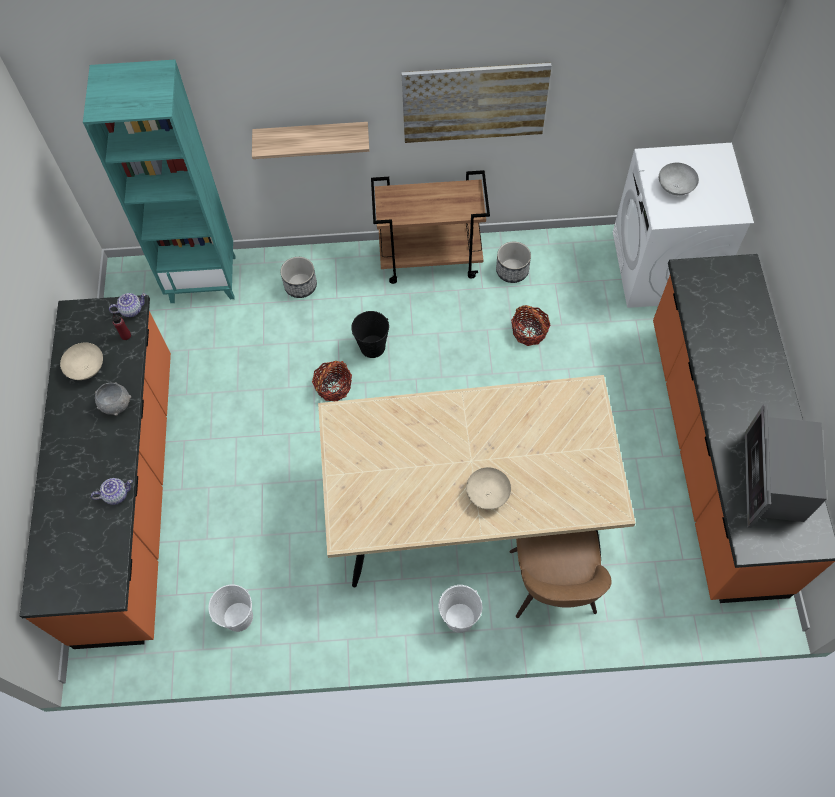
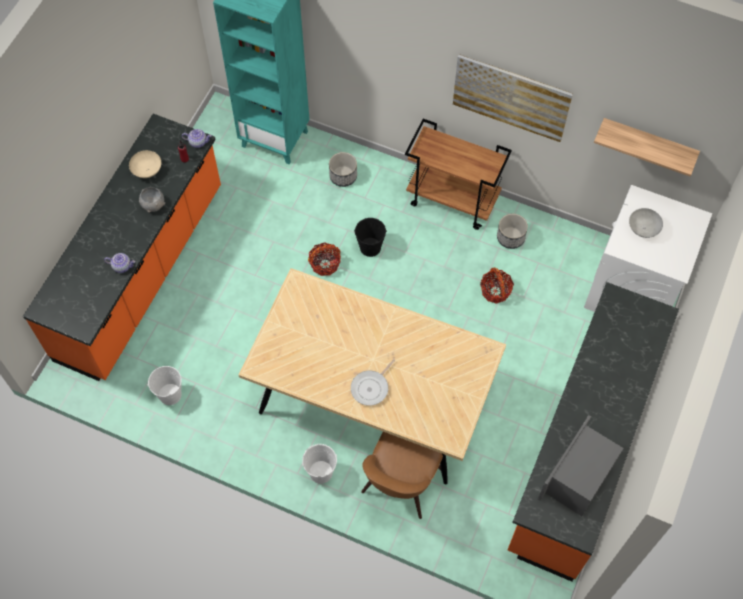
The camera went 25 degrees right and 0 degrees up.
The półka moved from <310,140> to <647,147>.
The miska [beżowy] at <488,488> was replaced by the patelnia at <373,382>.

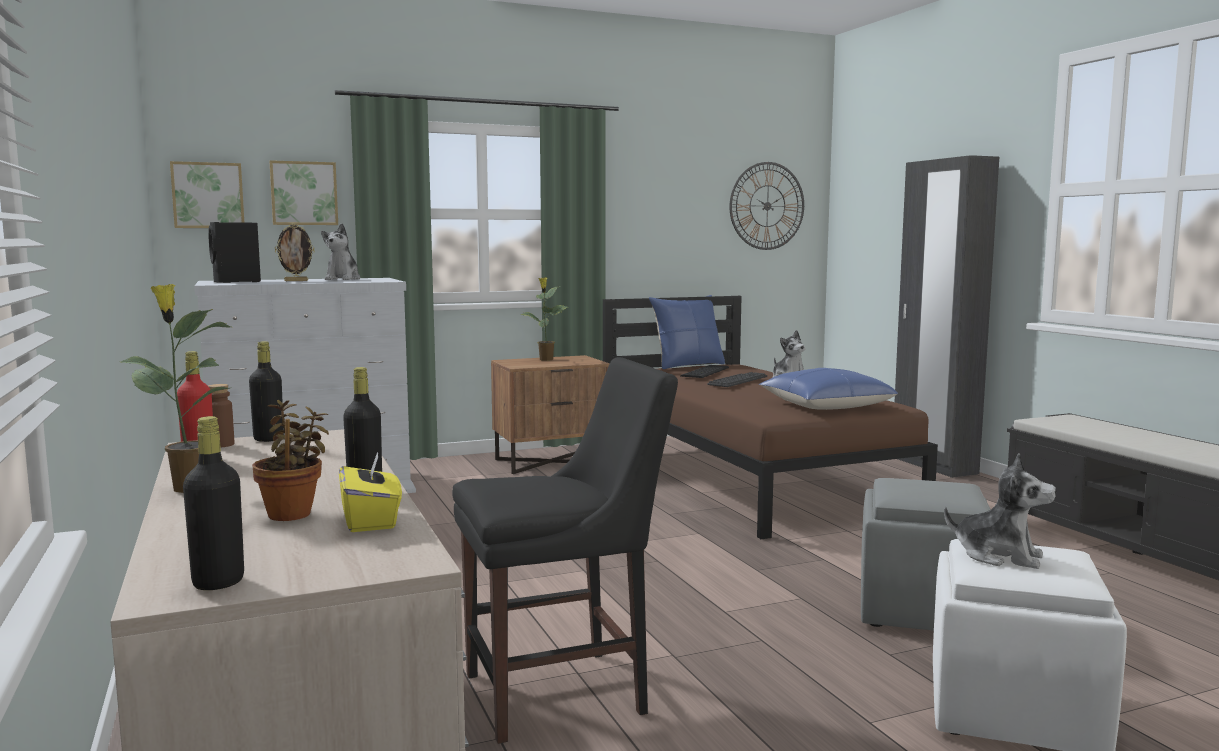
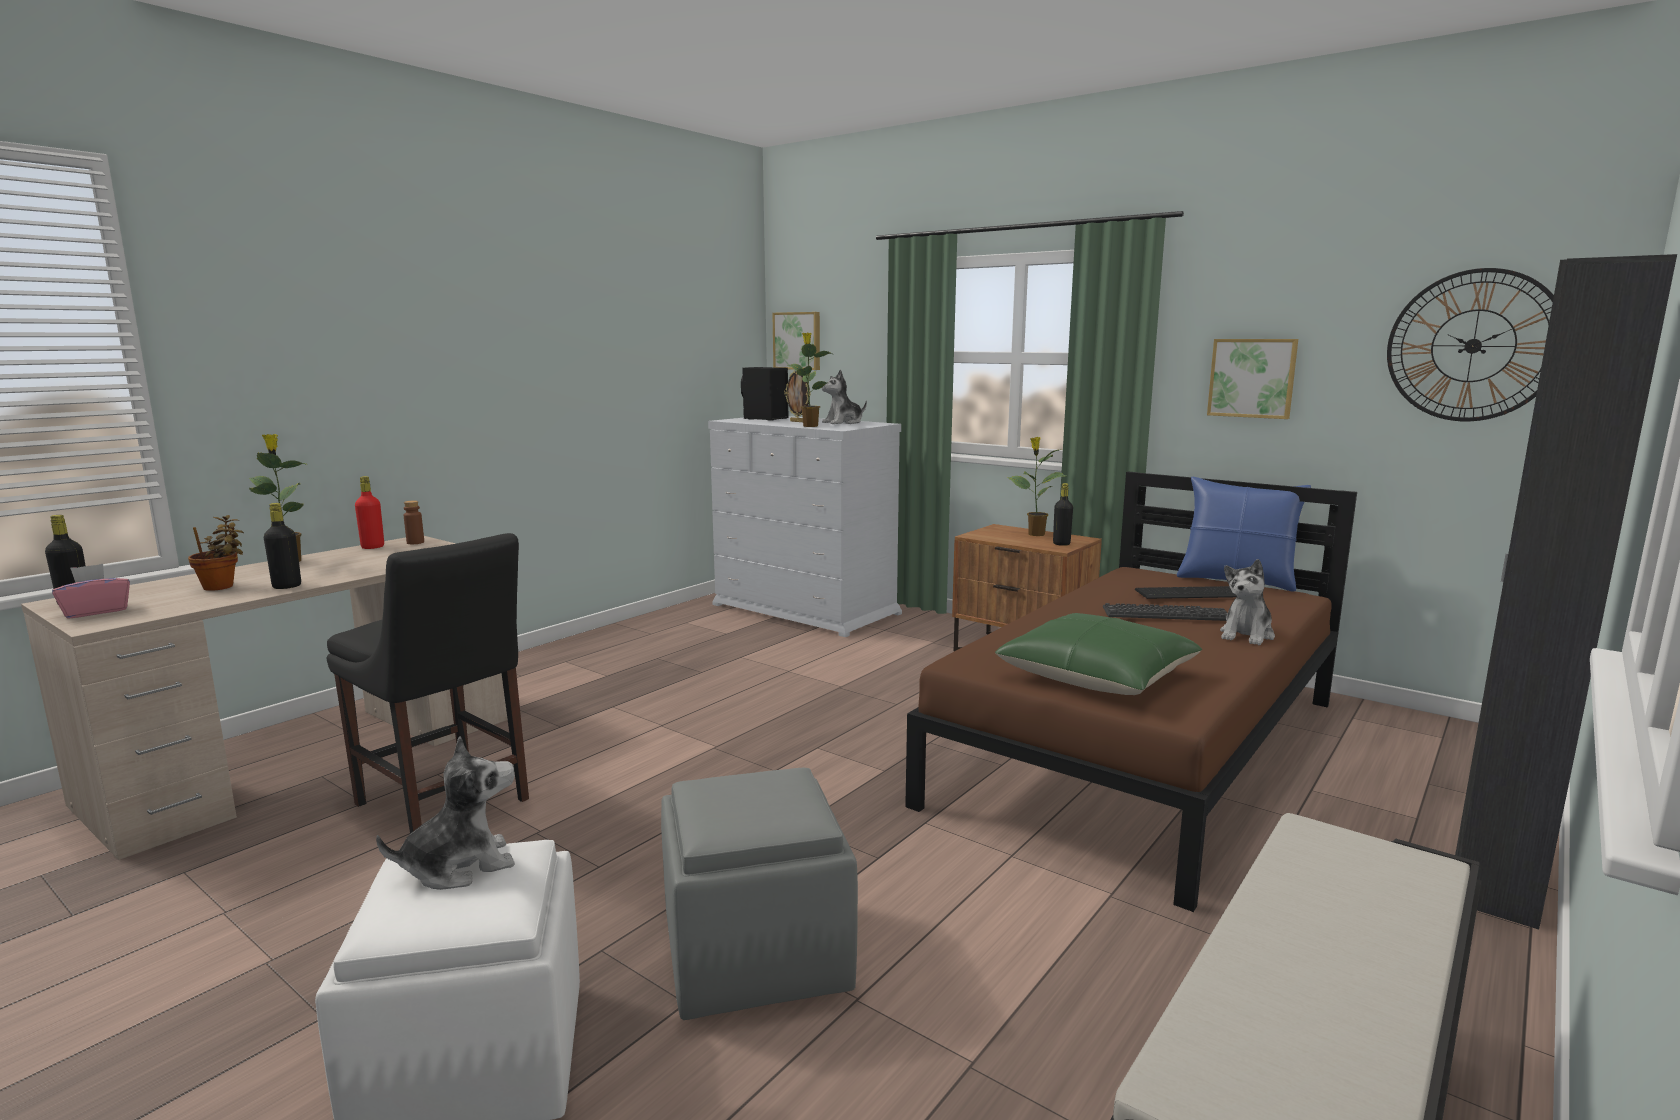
The camera went 60 degrees right and 5 degrees up.
The pudełko chusteczek [żółty] at <370,490> disappeared.
The pudełko chusteczek [różowy] at <91,591> appeared.
The roślina doniczkowa at <810,379> appeared.
The butelka [czarny] moved from <266,391> to <1063,514>.
The obraz moved from <303,192> to <1252,379>.
The poduszka [niebieski] at <828,389> became the poduszka [zielony] at <1098,654>.
The pluszak at <1000,511> turned 120 degrees counterclockwise.

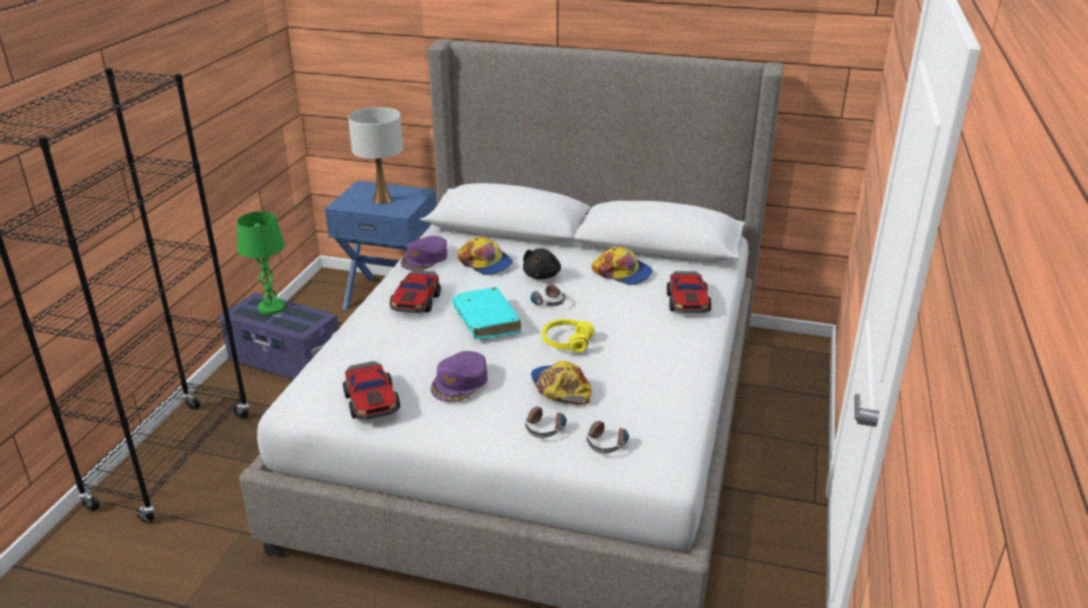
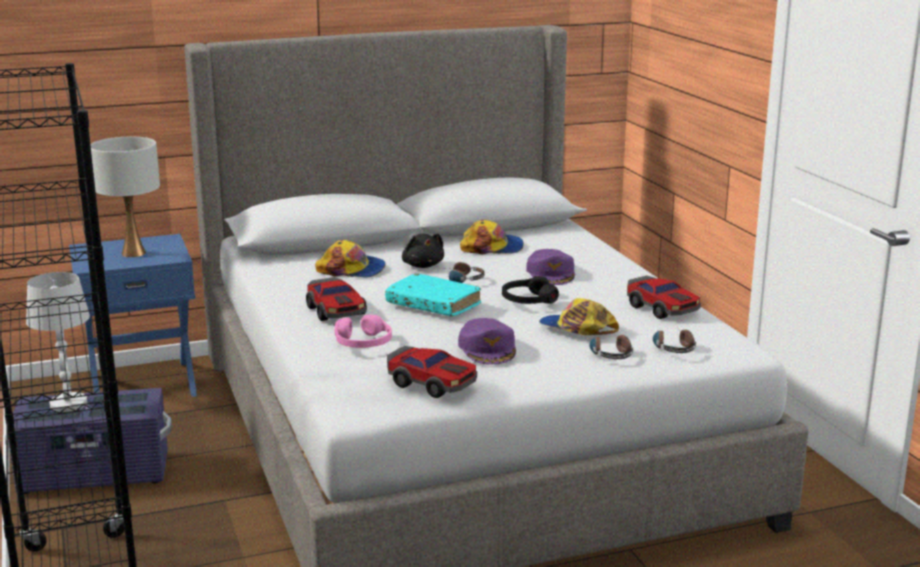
The camera went 35 degrees left and 10 degrees down.
The słuchawki [różowy] at <363,331> appeared.
The czapka z daszkiem [fioletowy] moved from <424,253> to <550,267>.
The samochodzik moved from <689,292> to <664,297>.
The lampa stołowa [zielony] at <261,263> became the lampa stołowa [biały] at <58,342>.
The słuchawki [żółty] at <568,335> became the słuchawki [czarny] at <530,290>.

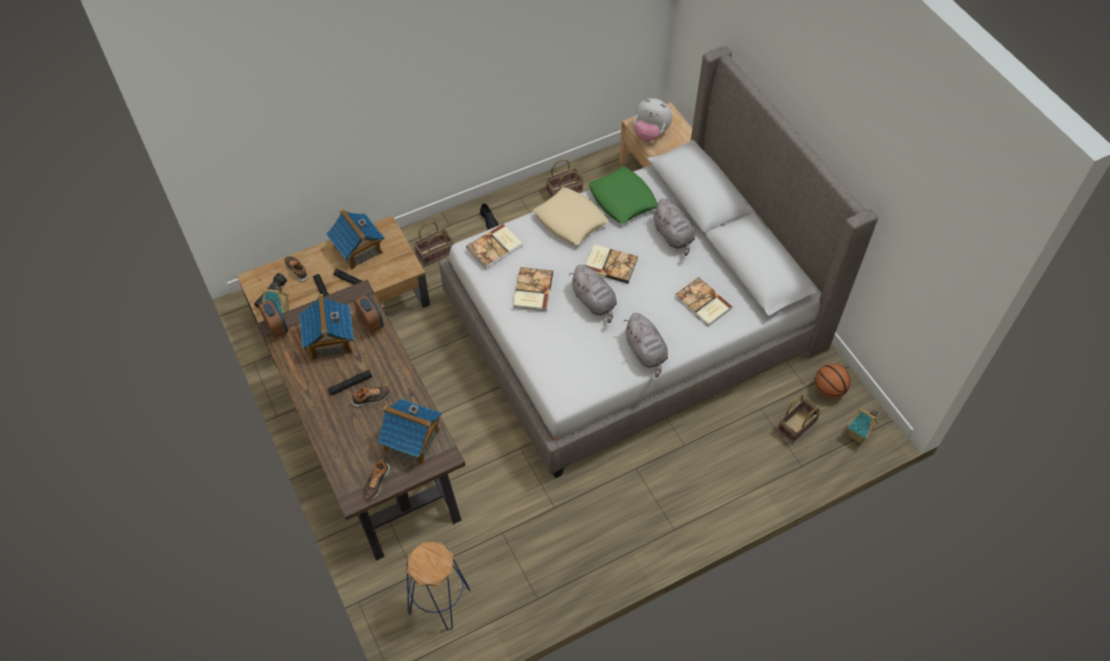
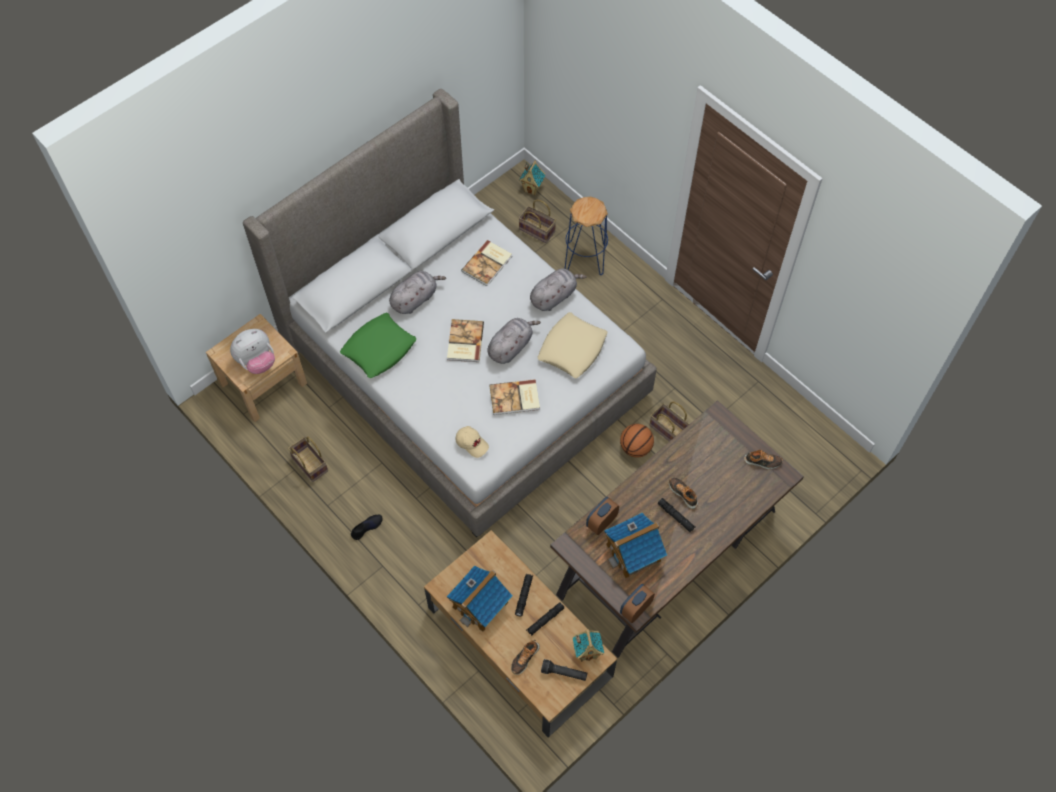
The camera went 105 degrees left and 5 degrees up.
The domek at <409,432> disappeared.
The stołek [niebieski] moved from <438,586> to <586,236>.
The koszyk moved from <434,244> to <670,422>.
The poduszka [beżowy] moved from <571,216> to <572,345>.
The piłka do koszykówki moved from <833,380> to <637,440>.
The książka at <494,246> was replaced by the czapka z daszkiem [beżowy] at <472,442>.
The pluszak at <652,119> turned 45 degrees clockwise.

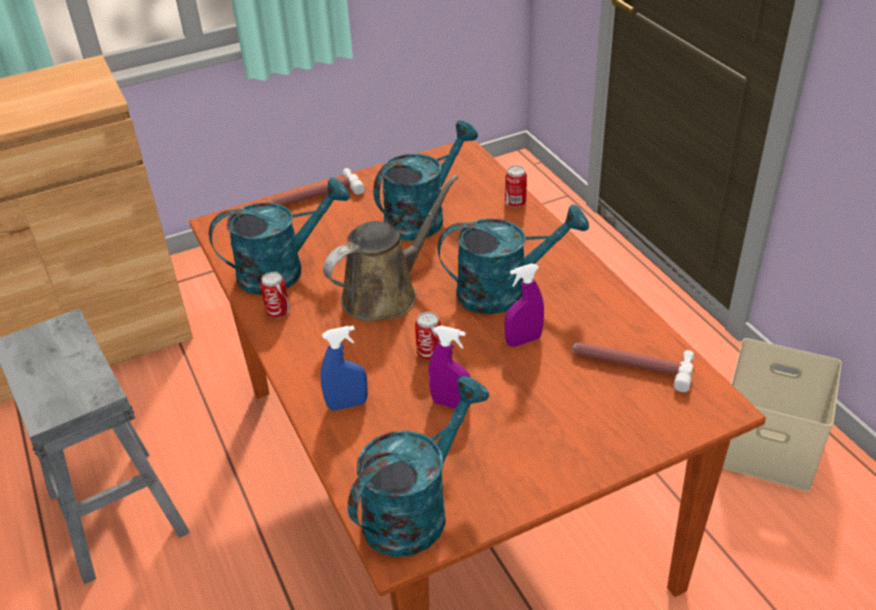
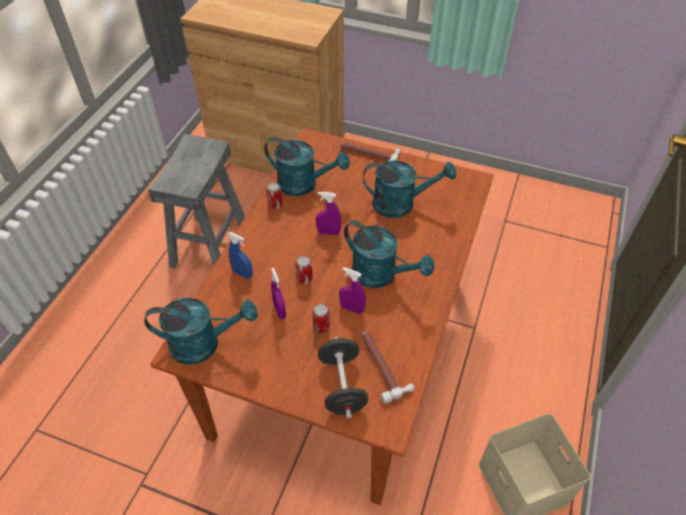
The camera went 45 degrees right and 10 degrees up.
The hantel [czarny] at <343,377> appeared.
The puszka moved from <516,186> to <321,318>.
The konewka [brązowy] at <390,248> was replaced by the spryskiwacz [fioletowy] at <328,213>.

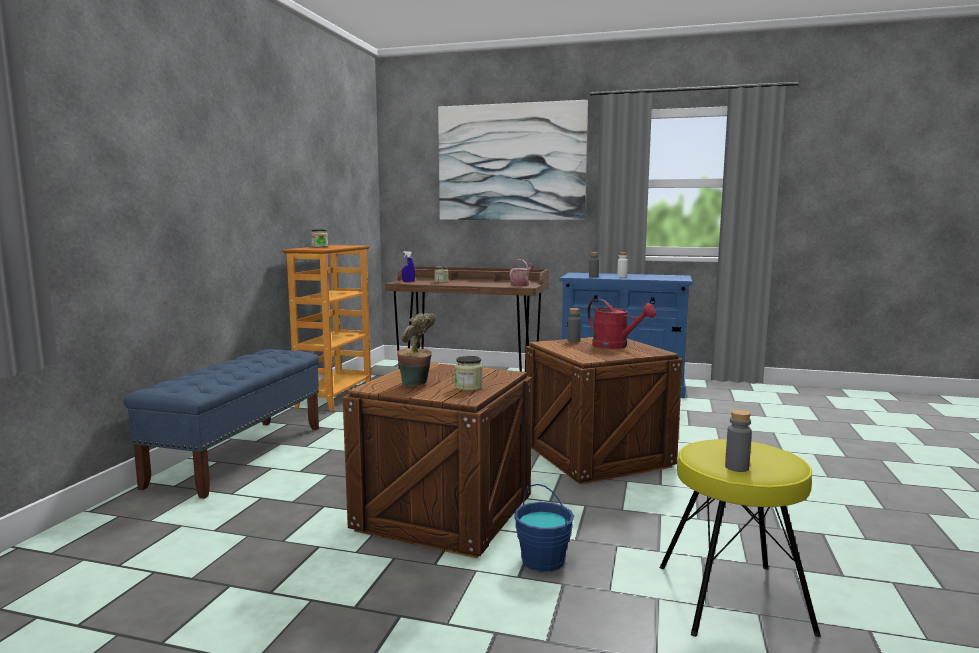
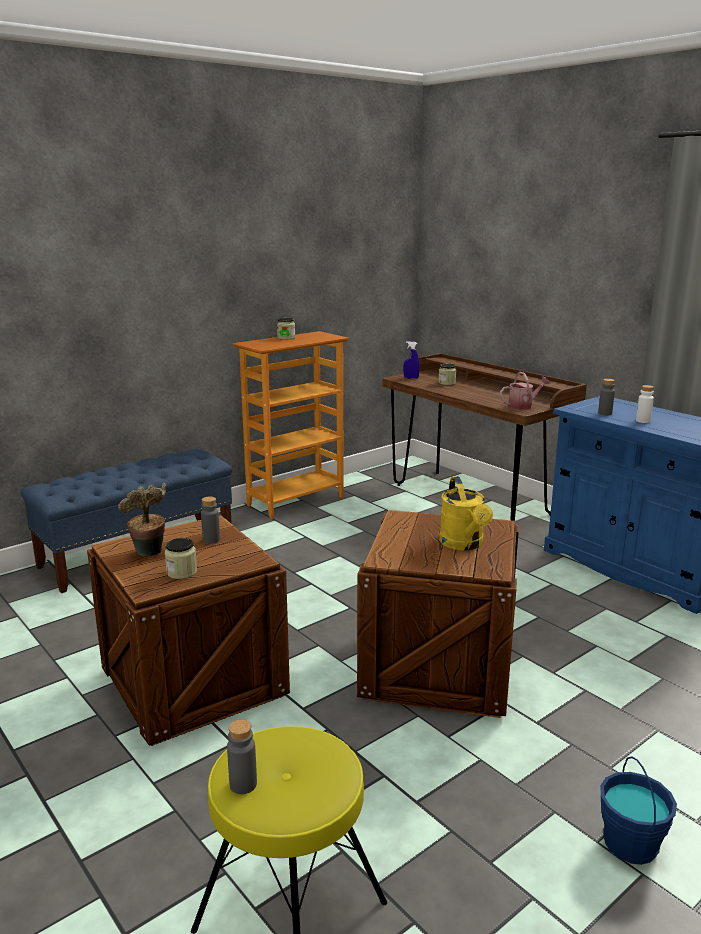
The camera went 35 degrees right and 10 degrees up.
The obraz at <513,160> disappeared.
The wiadro [niebieski] moved from <544,528> to <638,811>.
The butelka [szary] moved from <574,325> to <210,520>.
The konewka [czerwony] at <621,323> became the konewka [żółty] at <466,513>.

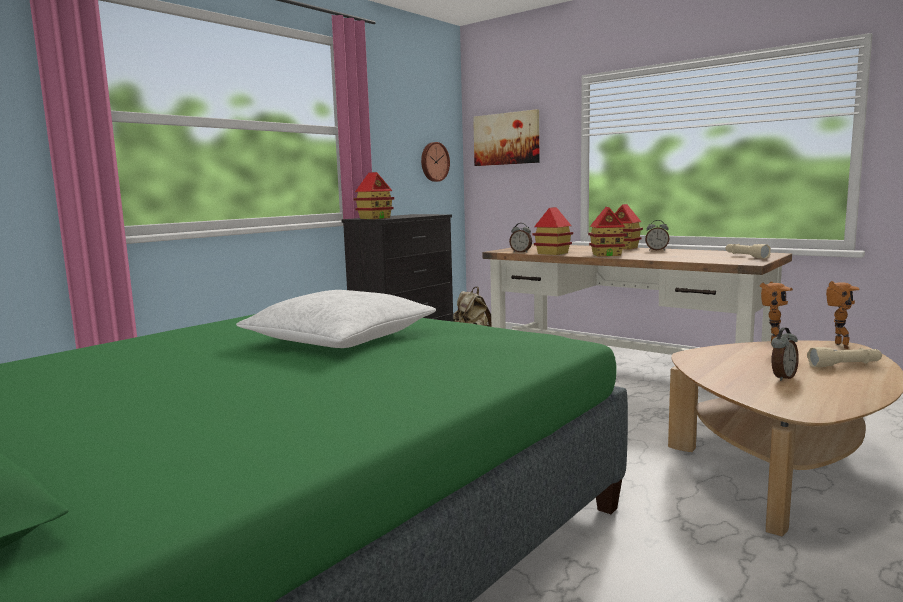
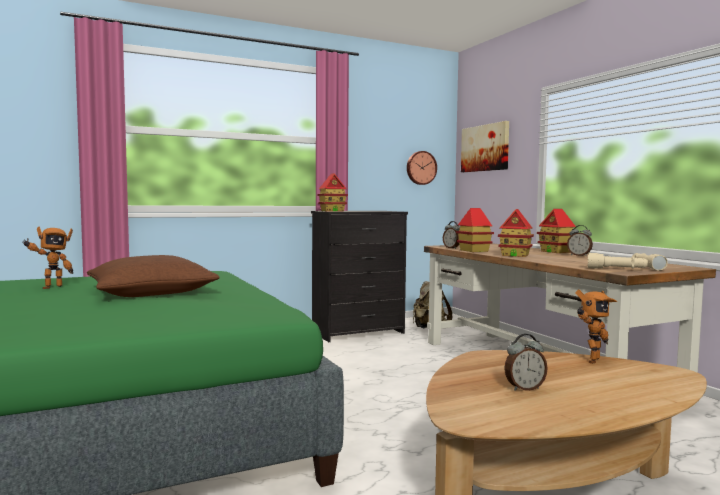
The camera went 25 degrees right and 5 degrees down.
The latarka [beżowy] moved from <844,357> to <617,261>.
The robot zabawkowy moved from <843,315> to <47,257>.
The poduszka [biały] at <336,319> became the poduszka [brązowy] at <153,276>.

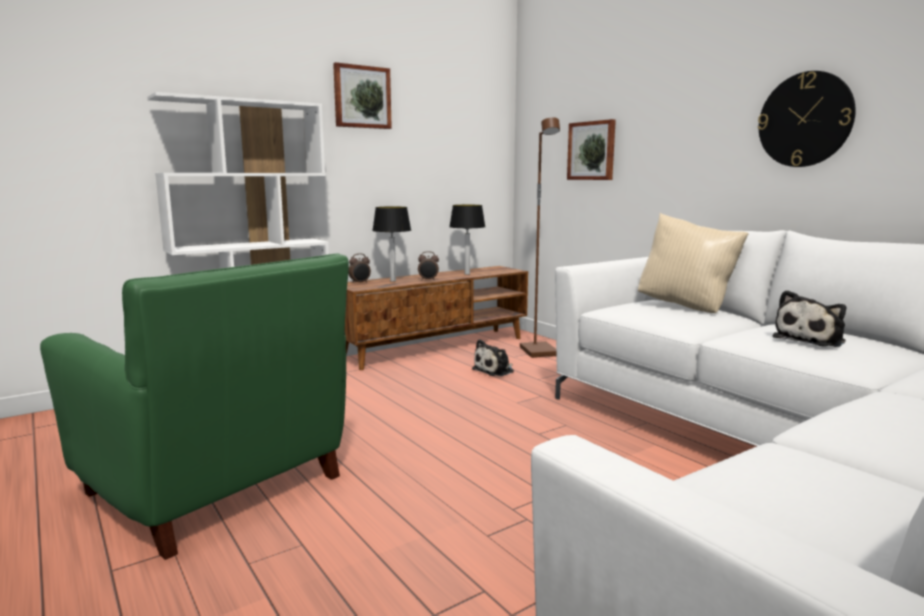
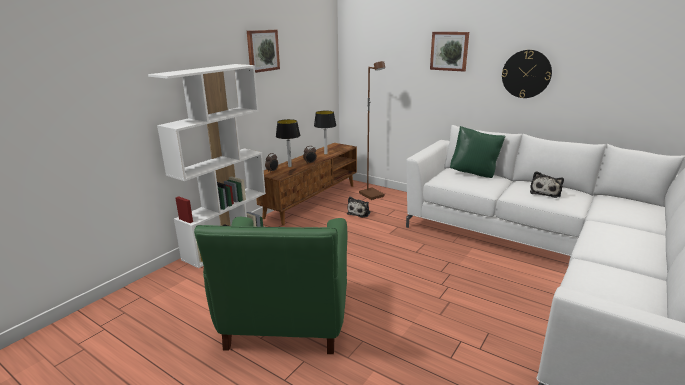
The camera went 20 degrees left and 10 degrees up.
The obraz moved from <591,149> to <449,52>.
The poduszka [beżowy] at <693,263> became the poduszka [zielony] at <478,152>.
The fotel [zielony] at <194,406> turned 75 degrees clockwise.

